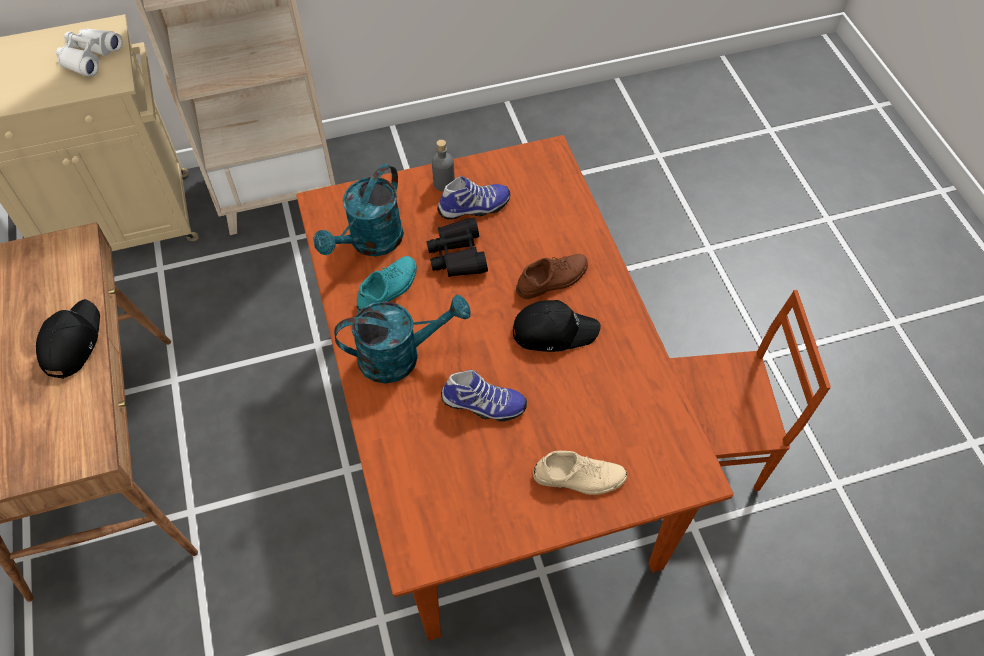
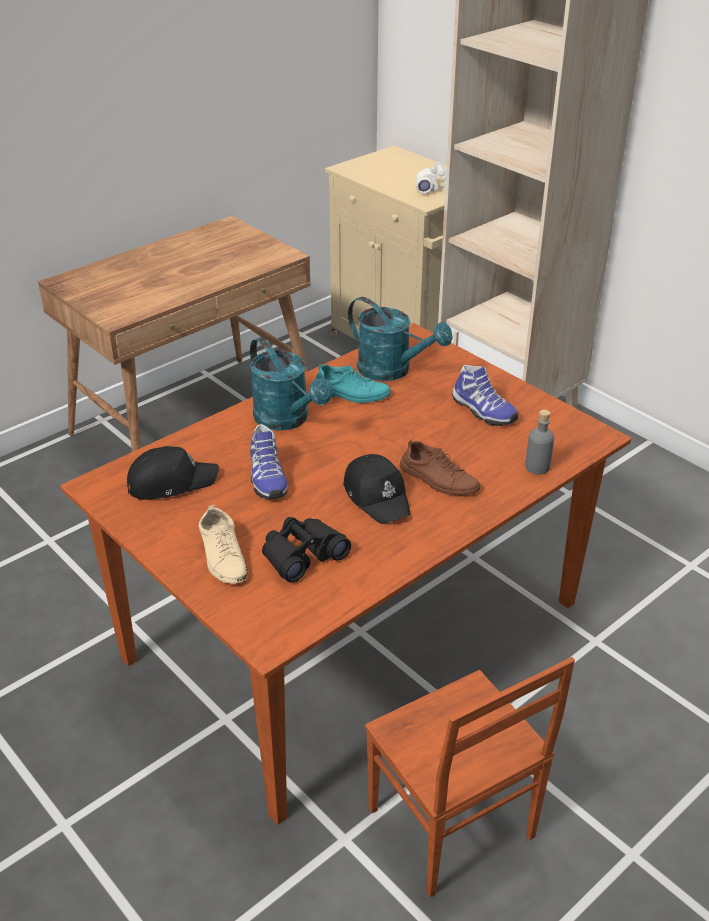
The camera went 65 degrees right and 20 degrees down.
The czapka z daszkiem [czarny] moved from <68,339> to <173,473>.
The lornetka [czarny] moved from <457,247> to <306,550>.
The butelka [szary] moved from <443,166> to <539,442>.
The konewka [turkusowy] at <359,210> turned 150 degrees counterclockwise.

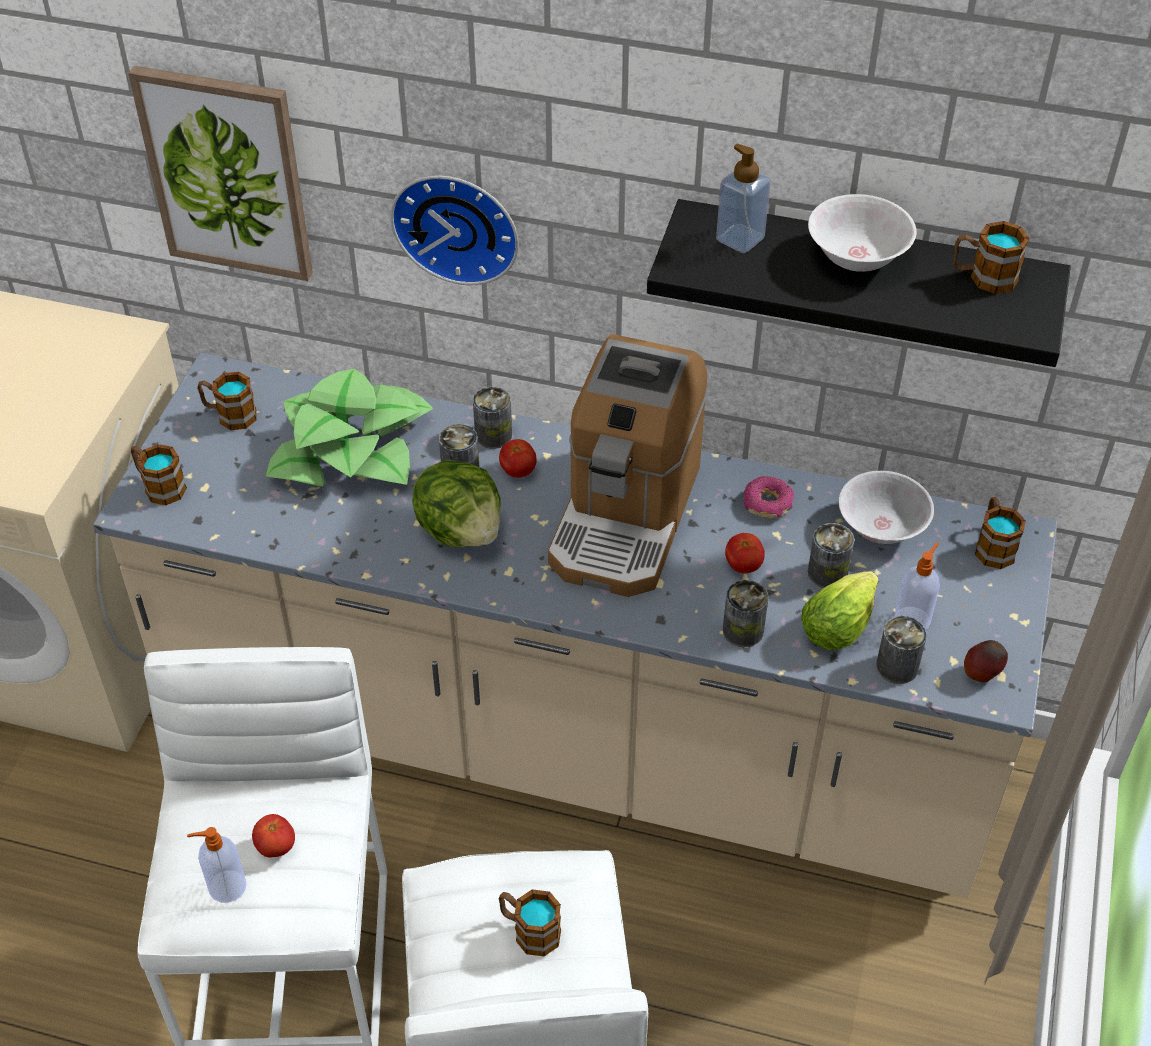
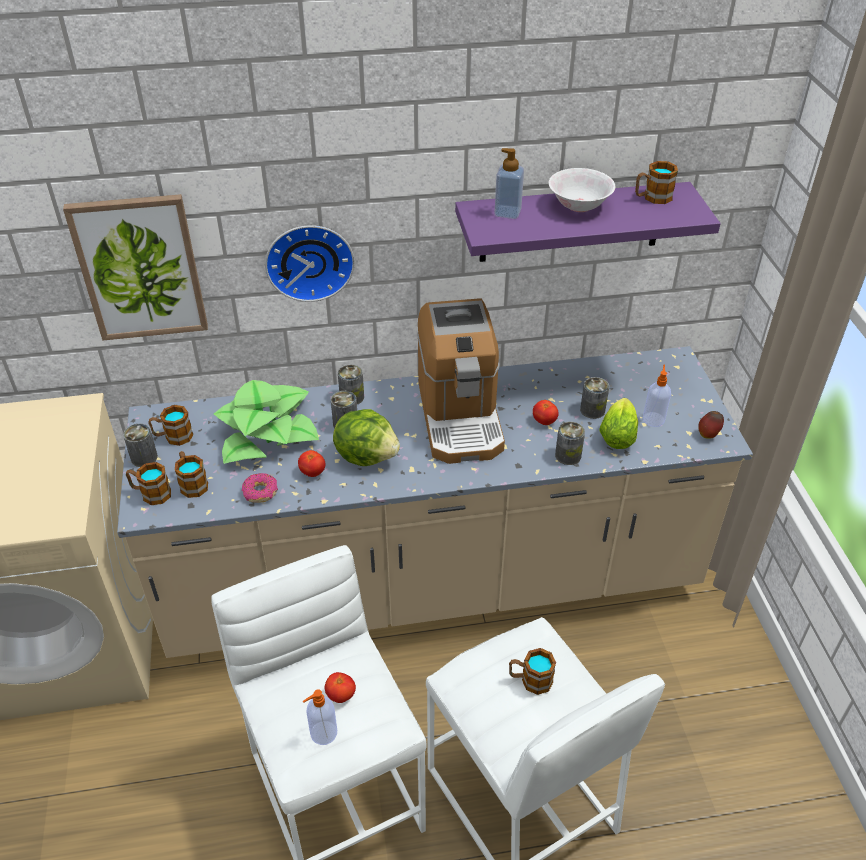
The camera went 25 degrees left and 5 degrees down.
The miska [biały] at <886,507> disappeared.
The pomidor moved from <518,458> to <311,463>.
The donut moved from <768,497> to <260,487>.
The puszka moved from <901,650> to <140,445>.
The kubek moved from <1000,533> to <191,474>.
The półka [czarny] at <859,283> became the półka [fioletowy] at <588,222>.

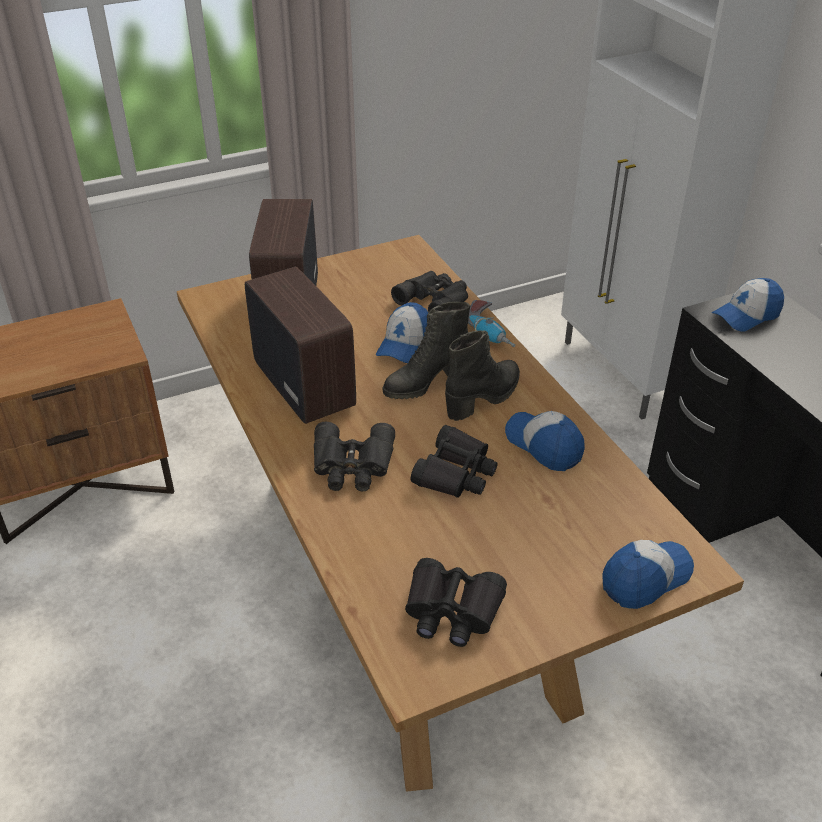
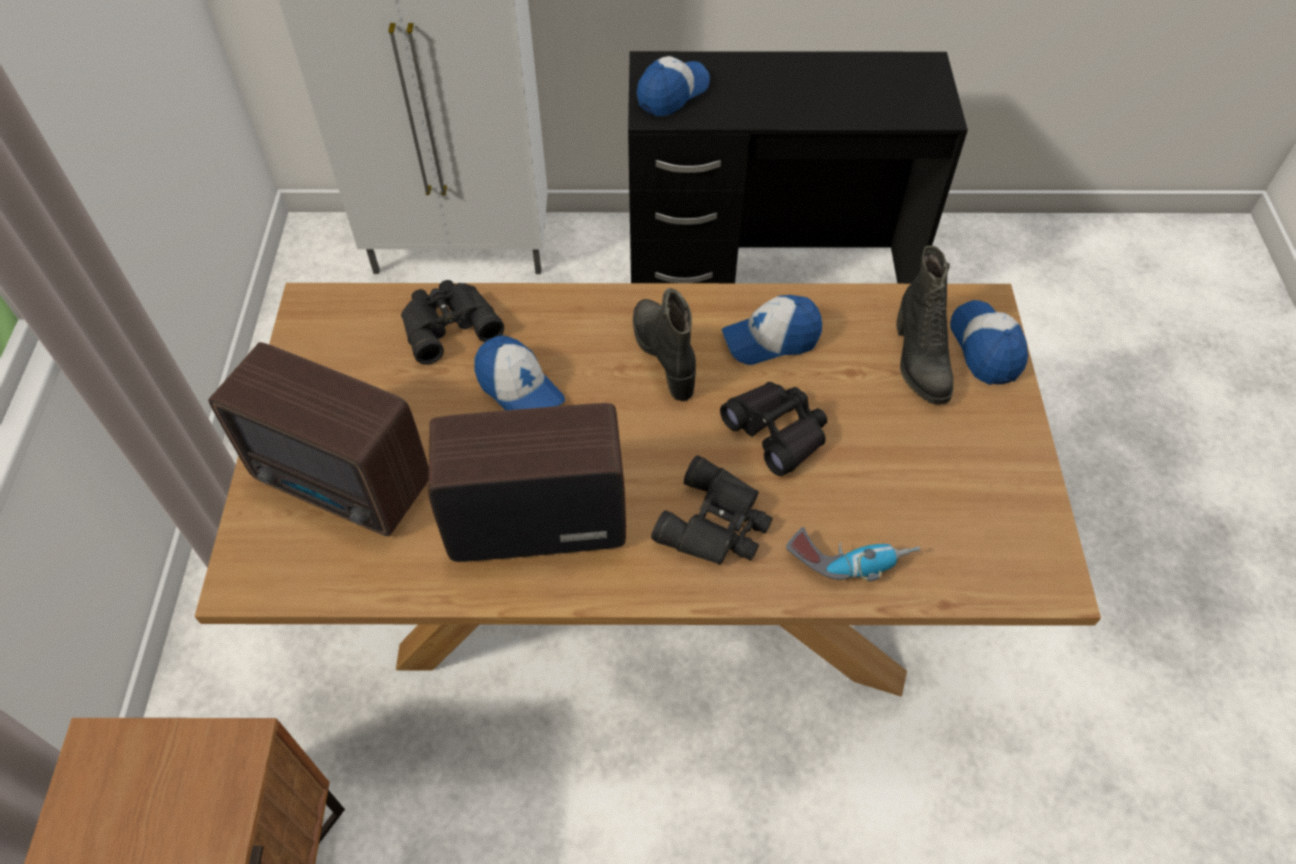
The camera went 65 degrees left and 15 degrees up.
The lornetka [czarny] at <456,602> disappeared.
The but z cholewką [czarny] moved from <426,350> to <924,325>.
The wiertarka moved from <491,323> to <853,554>.
The czapka z daszkiem at <748,305> turned 135 degrees counterclockwise.

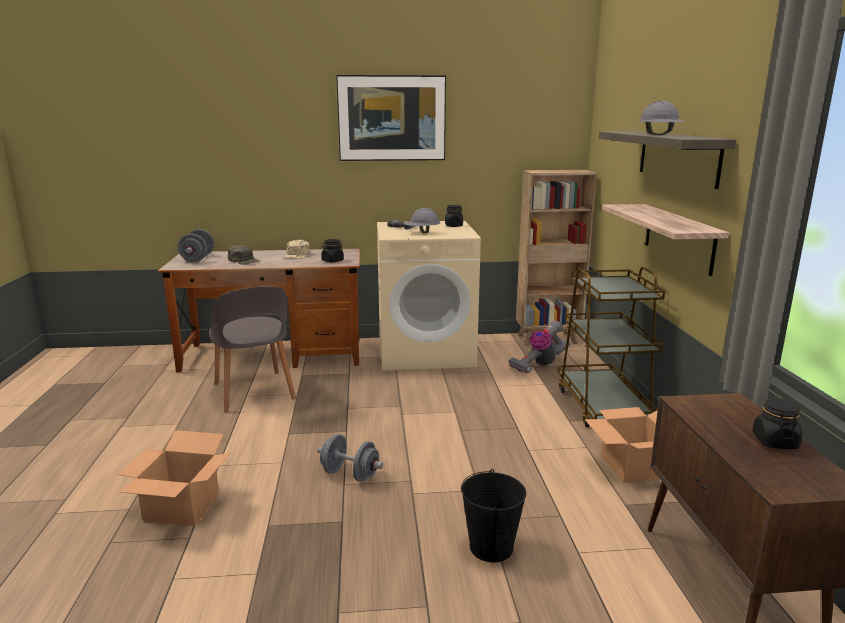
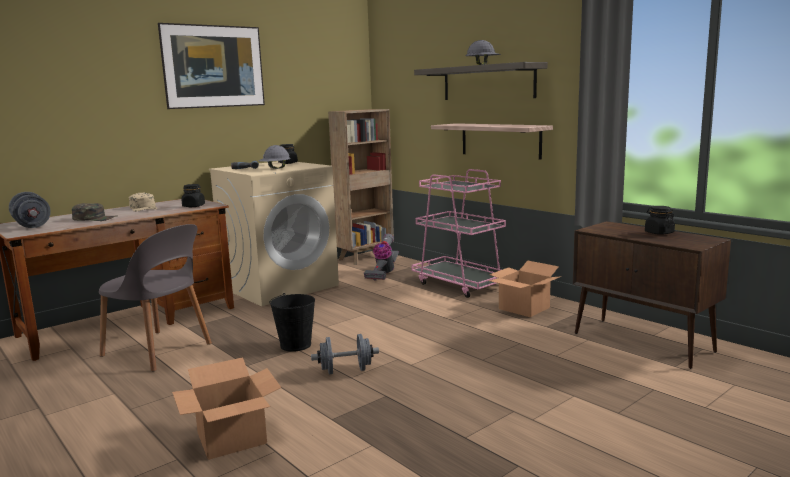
The camera went 35 degrees left and 5 degrees down.
The wiadro [czarny] moved from <493,515> to <292,322>.
The wózek [brązowy] at <611,347> became the wózek [różowy] at <459,233>.

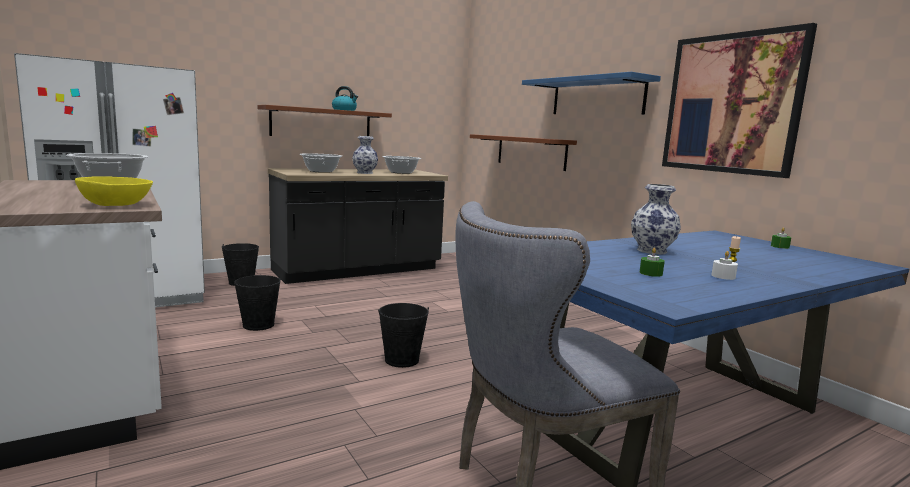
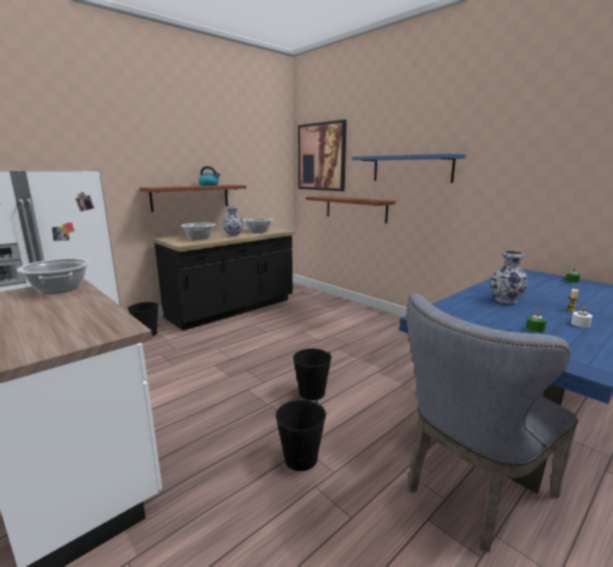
The camera went 10 degrees left and 5 degrees up.
The miska [żółty] at <114,191> disappeared.
The wiadro [czarny] moved from <257,303> to <301,435>.
The obraz moved from <739,100> to <322,155>.

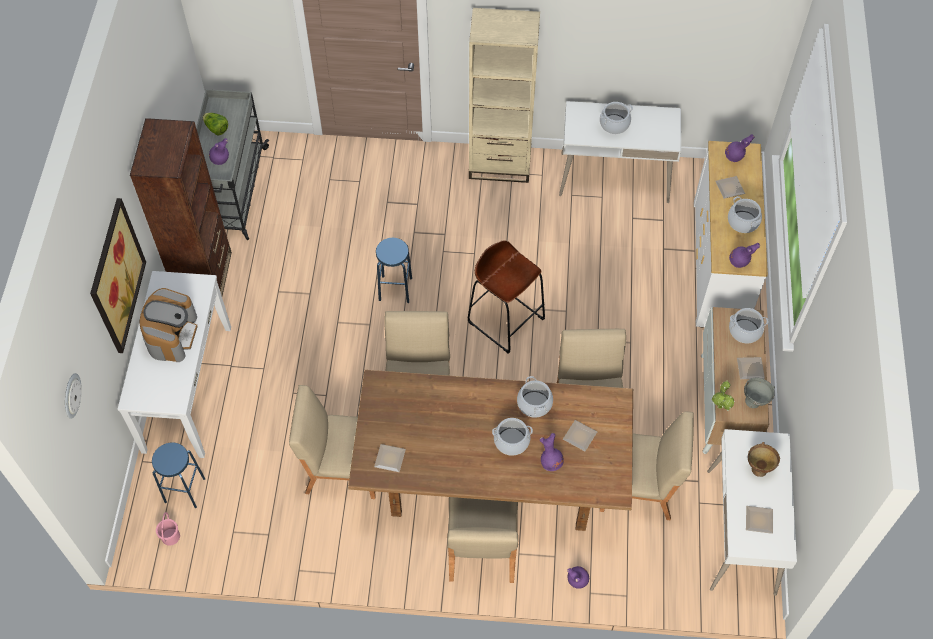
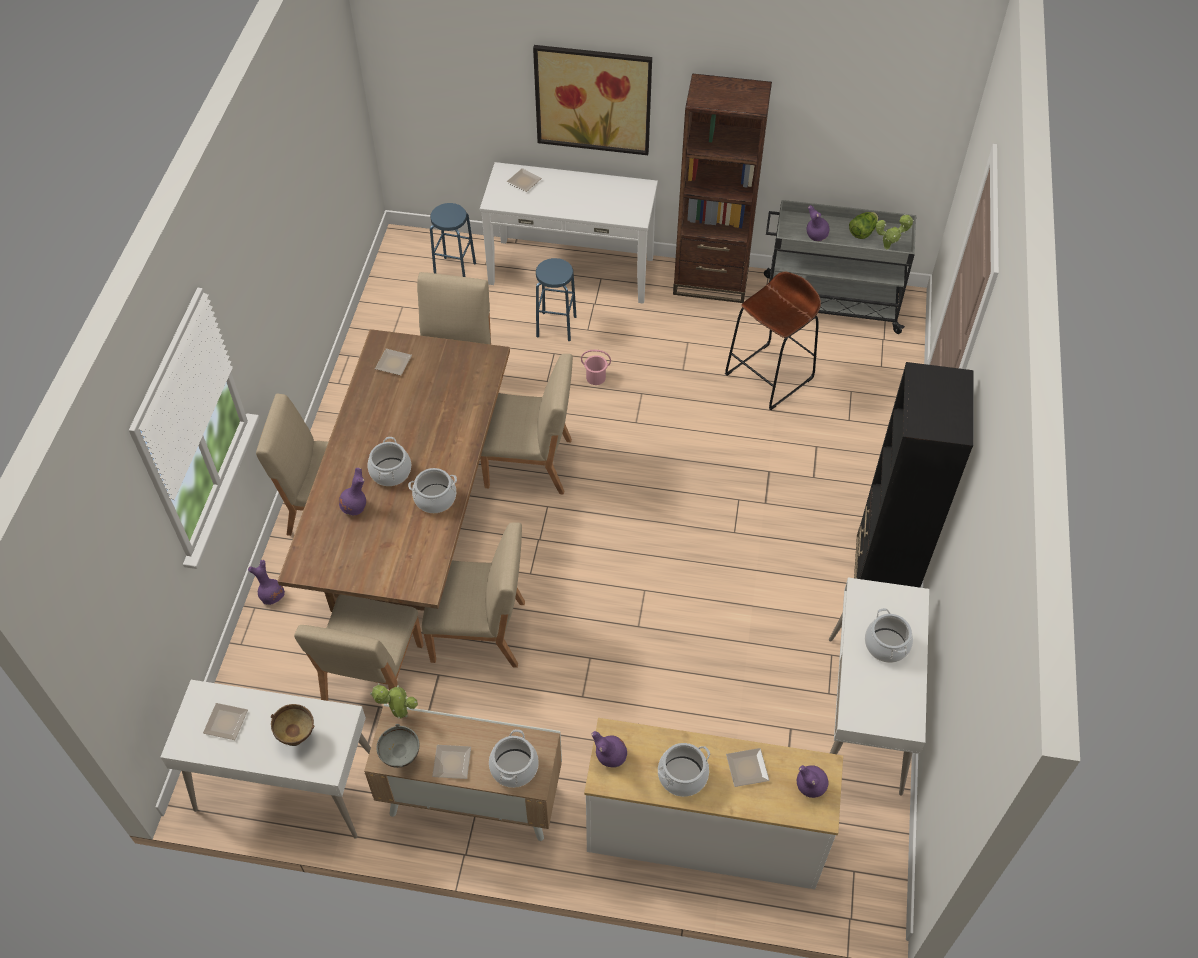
The camera went 95 degrees right and 5 degrees down.
The zegar ścienny at <73,396> disappeared.
The ekspres do kawy at <168,325> disappeared.
The roślina doniczkowa at <895,232> appeared.
The wiadro [różowy] moved from <168,529> to <596,367>.
The stołek [niebieski] moved from <394,270> to <556,300>.
The stołek [brązowy] moved from <506,296> to <773,341>.
The talerz moved from <580,435> to <524,180>.
The regał [beżowy] at <504,95> became the regał [czarny] at <914,475>.

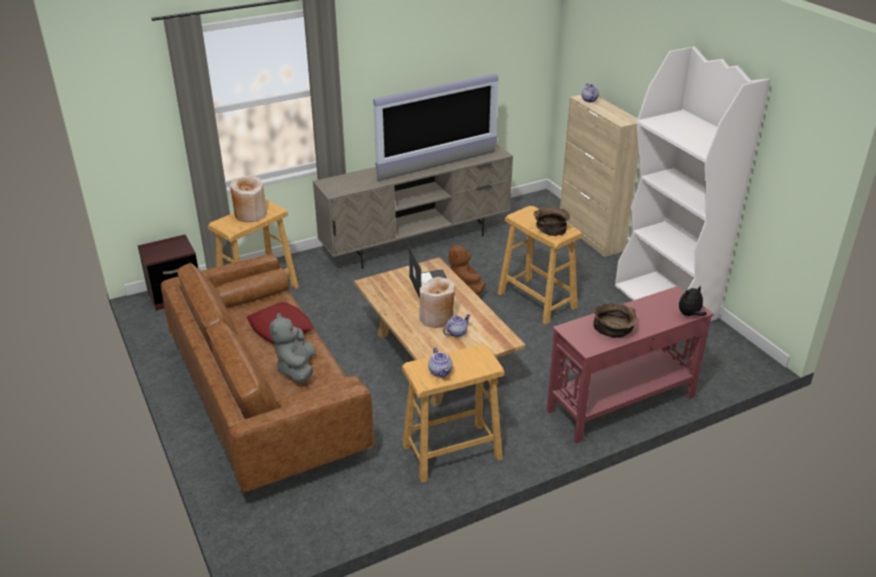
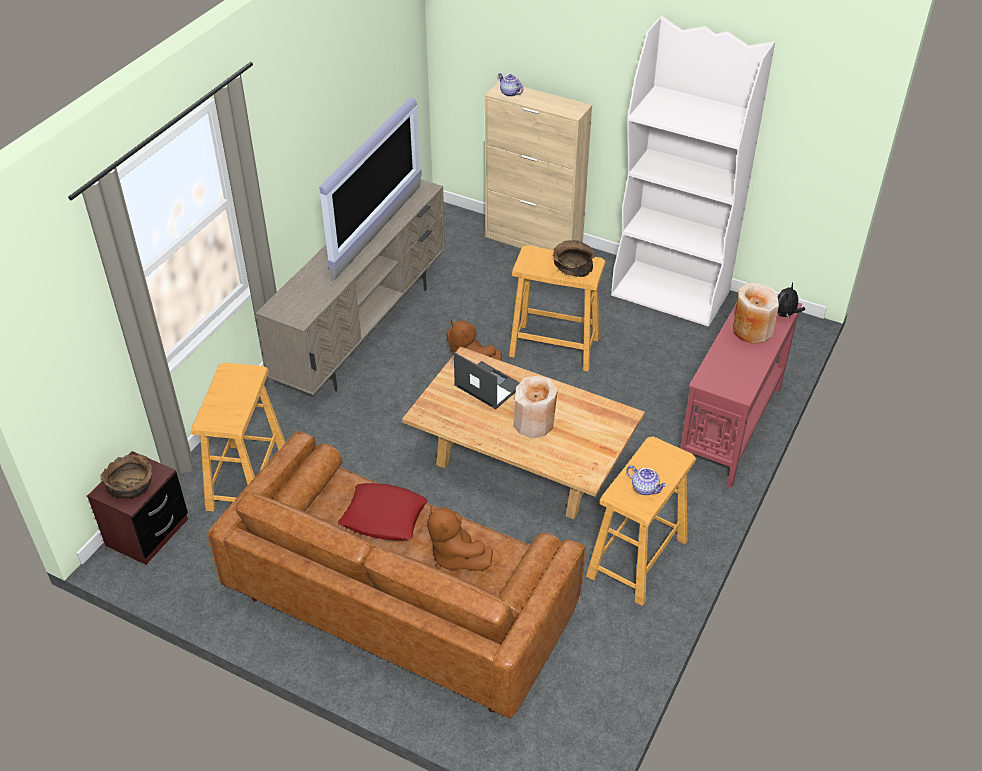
The camera went 35 degrees left and 10 degrees up.
The imbryk at <457,325> disappeared.
The wazon [beżowy] moved from <248,199> to <756,313>.
The miska [brązowy] moved from <615,320> to <126,477>.
The pluszak [szary] at <292,348> became the pluszak [brązowy] at <460,538>.

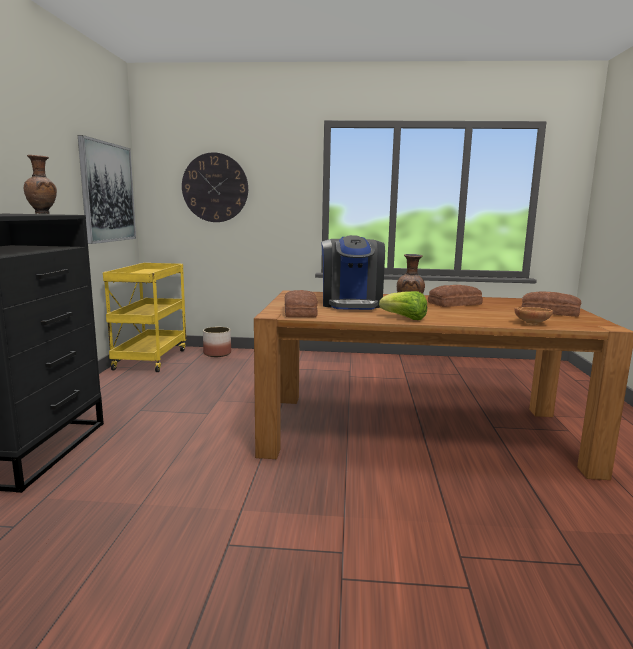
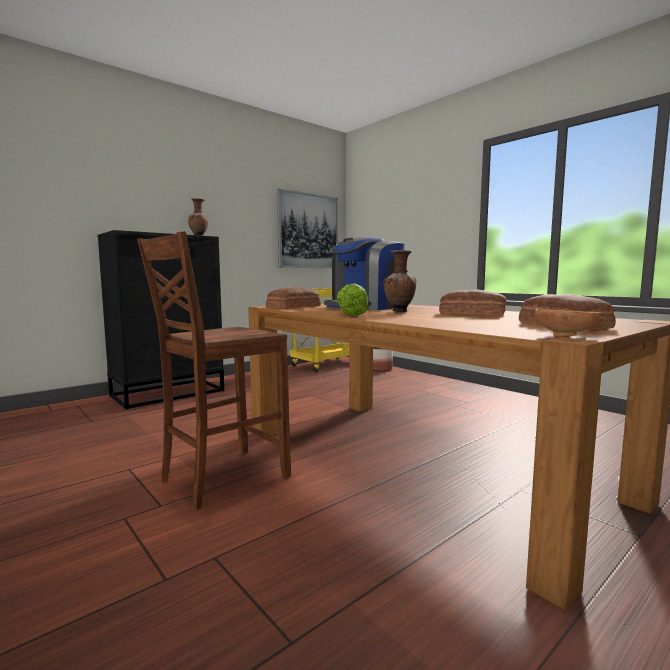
The camera went 45 degrees right and 5 degrees down.
The zegar ścienny at <215,187> disappeared.
The krzesło [brązowy] at <214,370> appeared.
The miska [brązowy] moved from <533,316> to <568,322>.

